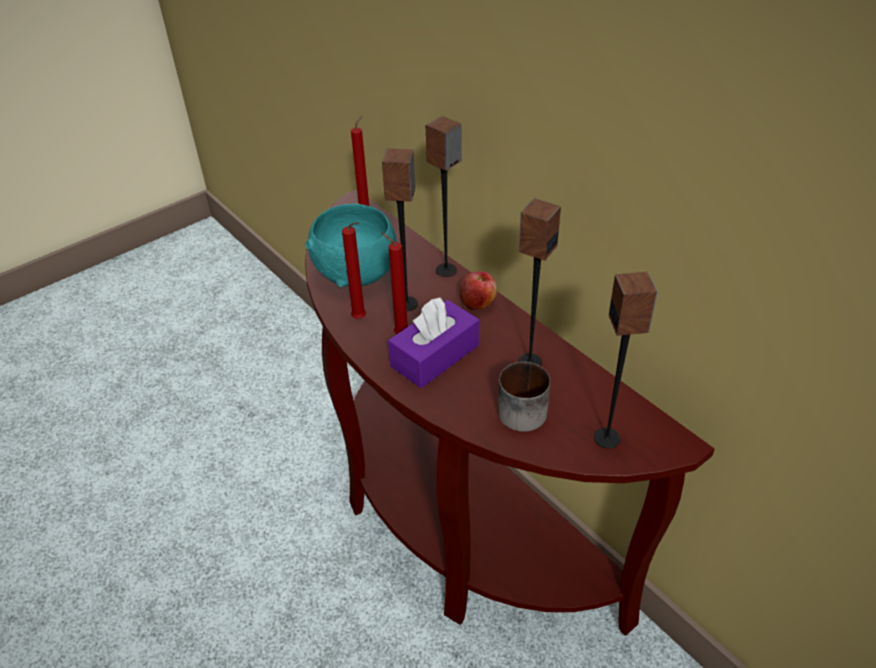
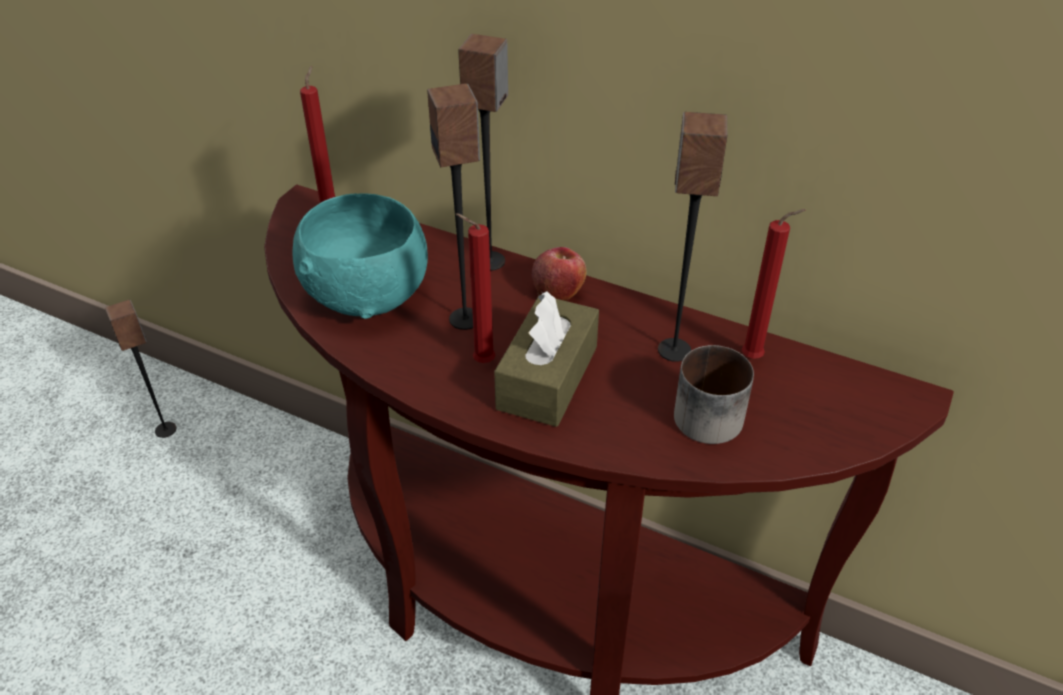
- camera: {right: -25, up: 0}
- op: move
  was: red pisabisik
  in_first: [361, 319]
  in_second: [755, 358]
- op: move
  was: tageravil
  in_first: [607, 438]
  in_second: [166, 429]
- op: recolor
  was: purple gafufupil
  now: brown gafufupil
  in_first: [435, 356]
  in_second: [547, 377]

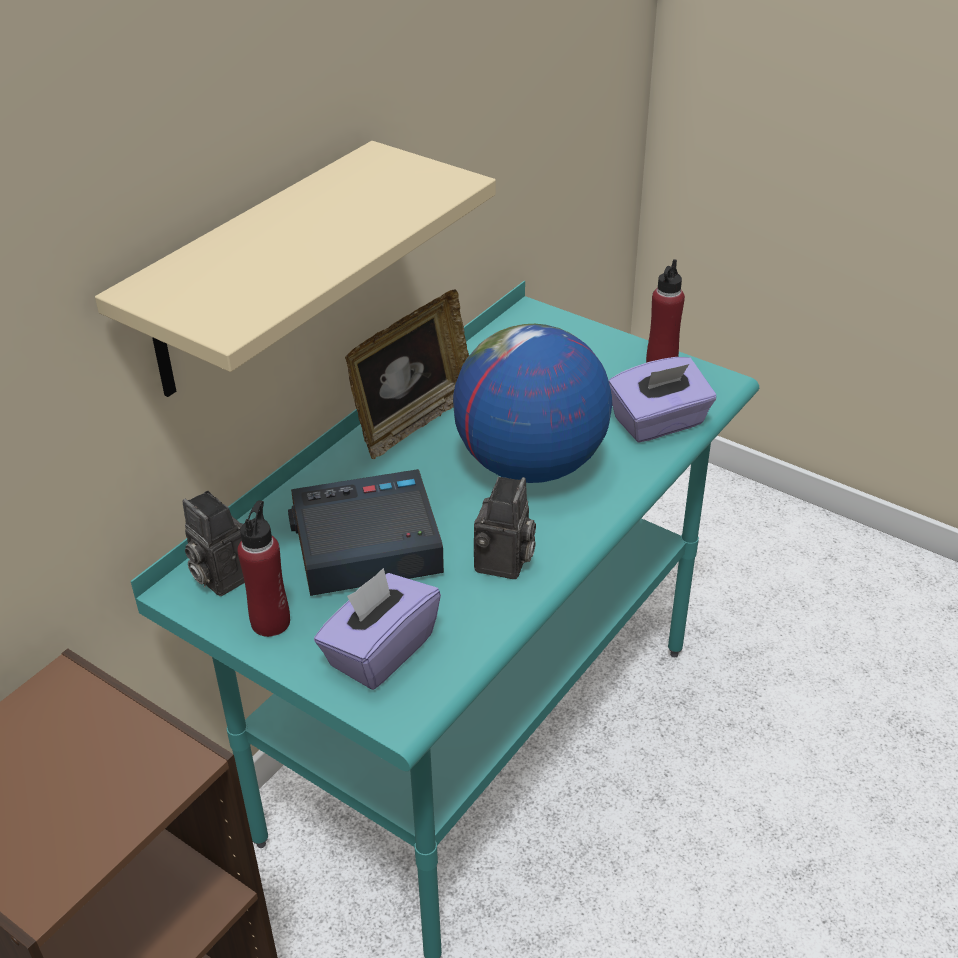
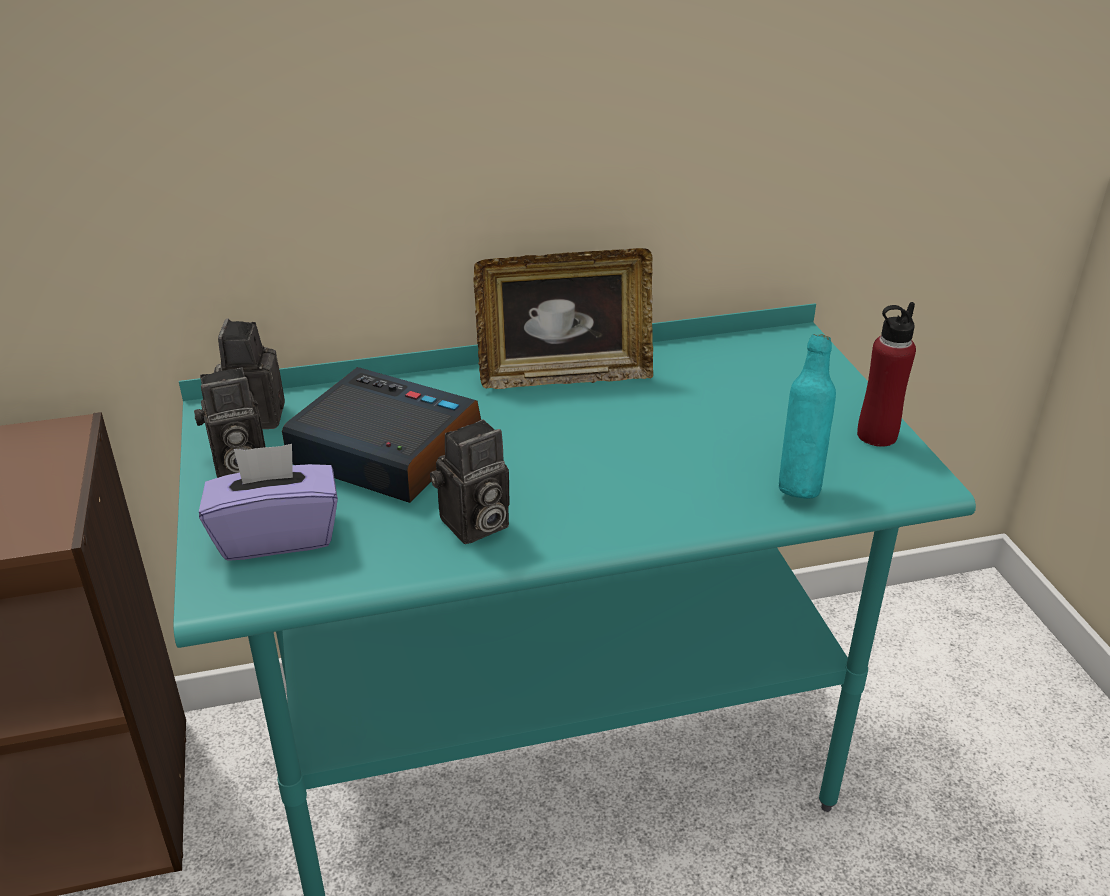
- camera: {right: 40, up: -5}
- op: delete
  was: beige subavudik
  in_first: [255, 272]
- op: delete
  was: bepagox
  in_first: [530, 465]
- op: replace
  was: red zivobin
  now: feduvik
  in_first: [270, 622]
  in_second: [237, 467]
- op: replace
  was: purple gafufupil
  now: turquoise zivobin
  in_first: [659, 423]
  in_second: [799, 485]

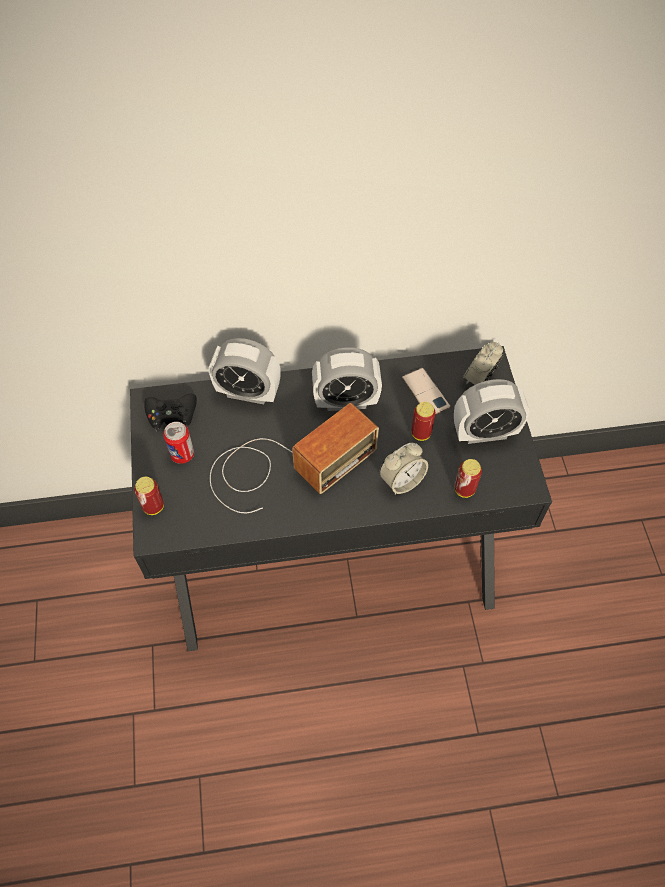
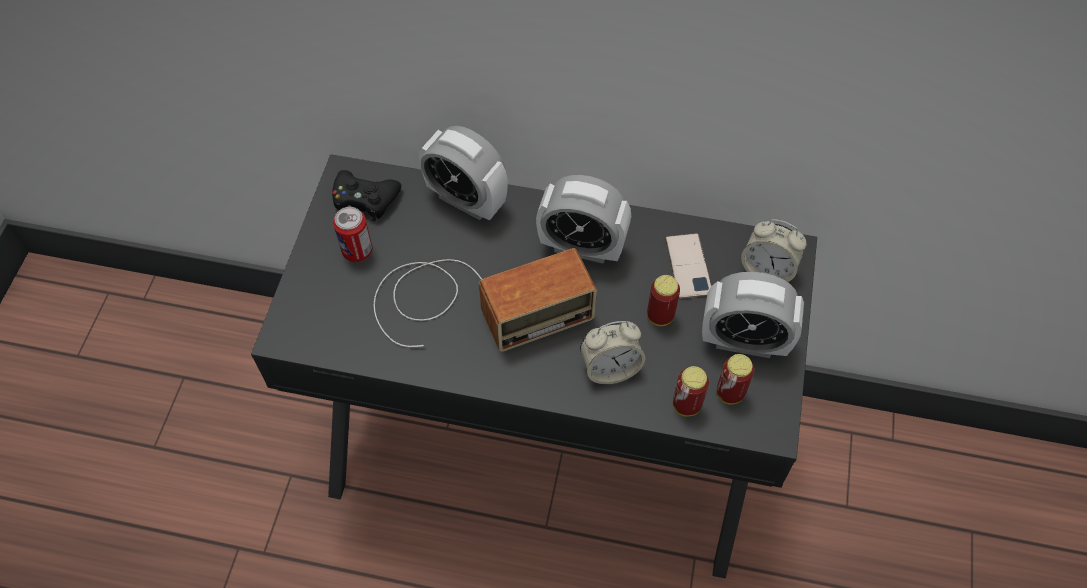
- camera: {right: 20, up: 0}
- op: move
  was: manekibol
  in_first: [153, 506]
  in_second: [730, 393]
- op: rotate
  was: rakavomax
  in_first: [480, 378]
  in_second: [767, 269]
  clockwise: -120

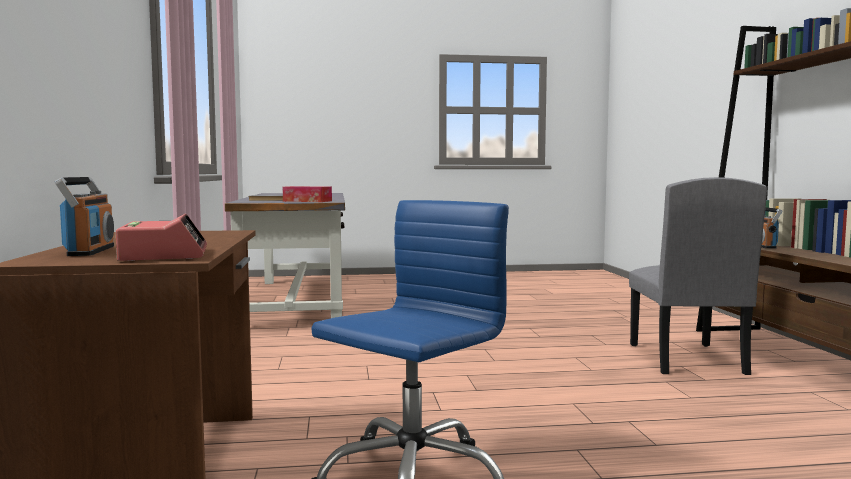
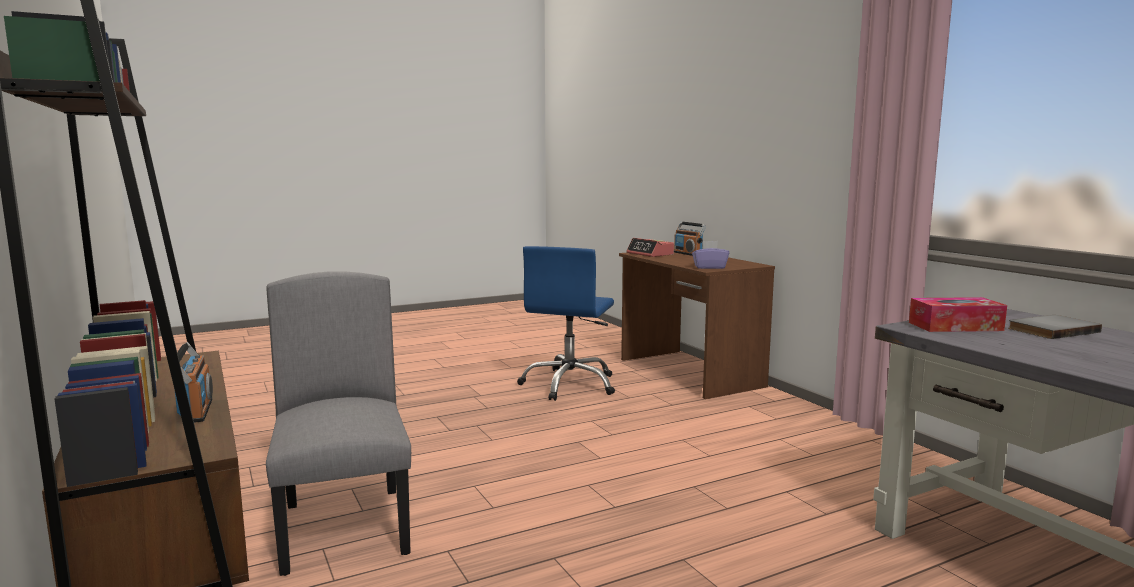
- camera: {right: 160, up: 5}
- op: insert
  now: purple gafufupil
  in_second: [709, 267]

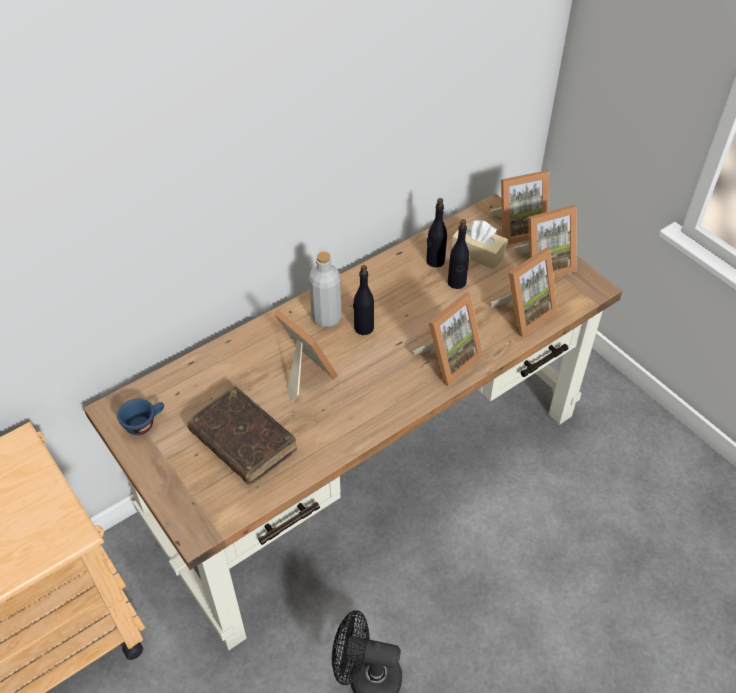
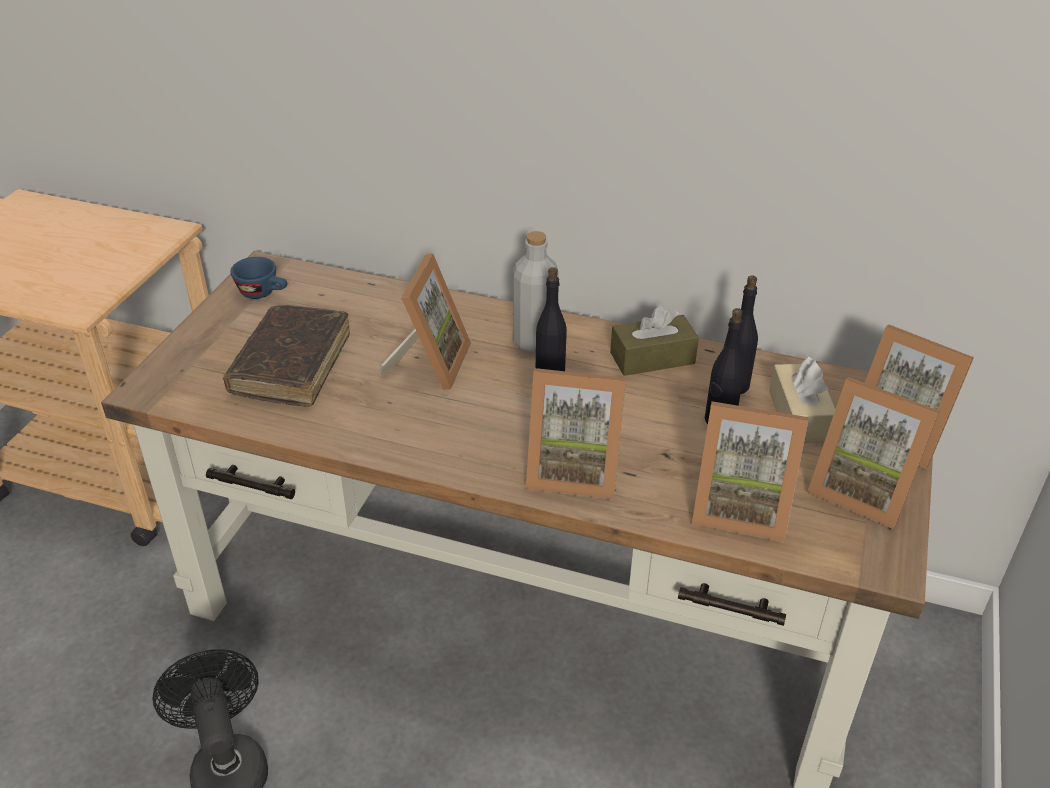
- camera: {right: 55, up: -10}
- op: insert
  now: brown gafufupil
  in_second: [652, 358]

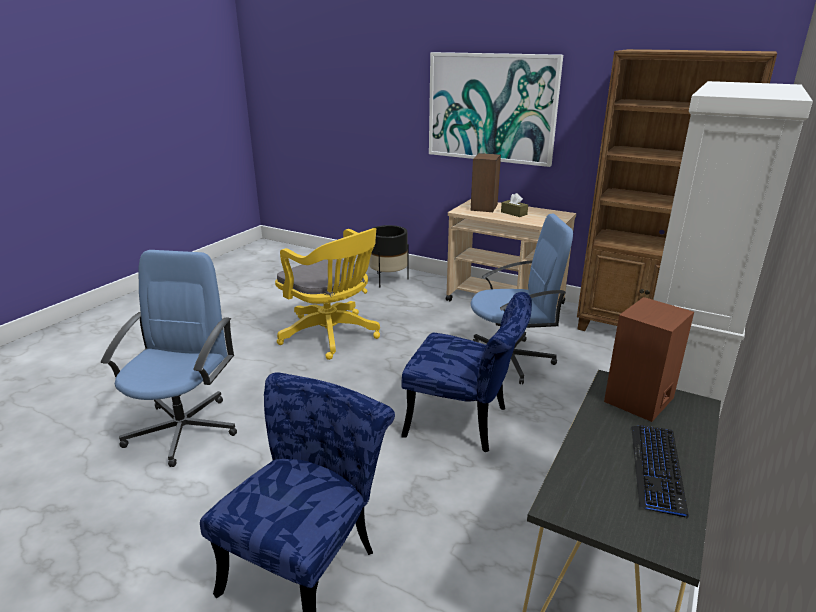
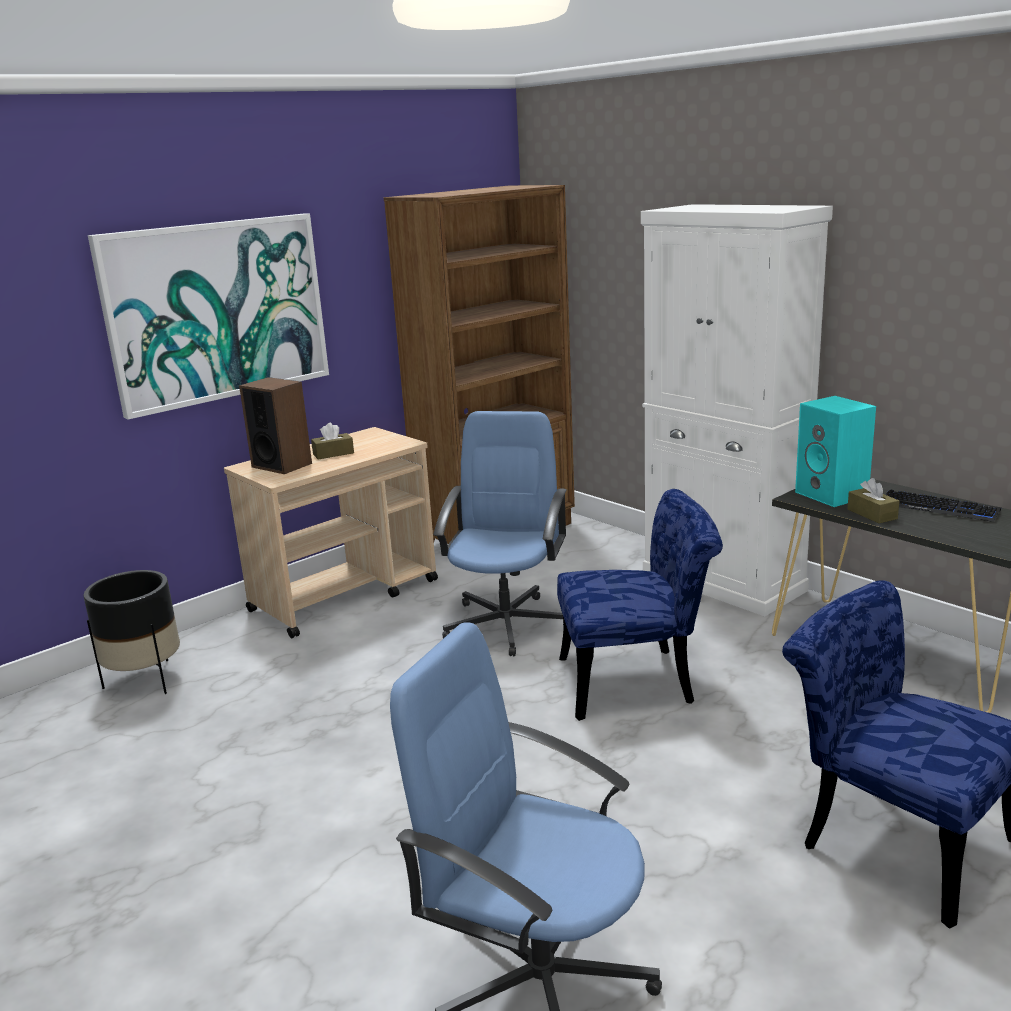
- camera: {right: -70, up: -5}
- op: delete
  was: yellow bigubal
  in_first: [332, 336]
- op: insert
  now: brown gafufupil
  in_second: [872, 514]
- op: recolor
  was: brown tageravil
  now: turquoise tageravil
  in_first: [639, 401]
  in_second: [833, 495]
- op: rotate
  was: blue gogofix
  in_first: [465, 423]
  in_second: [638, 681]
  clockwise: 45

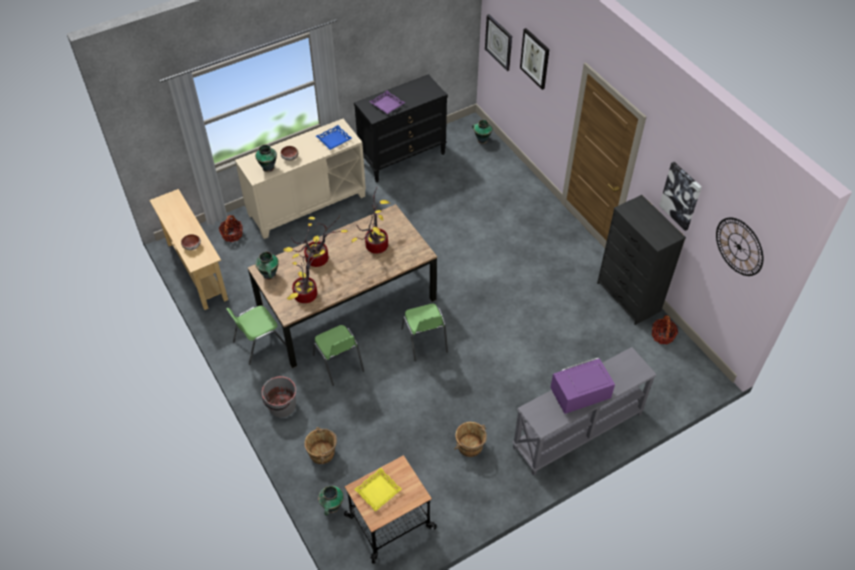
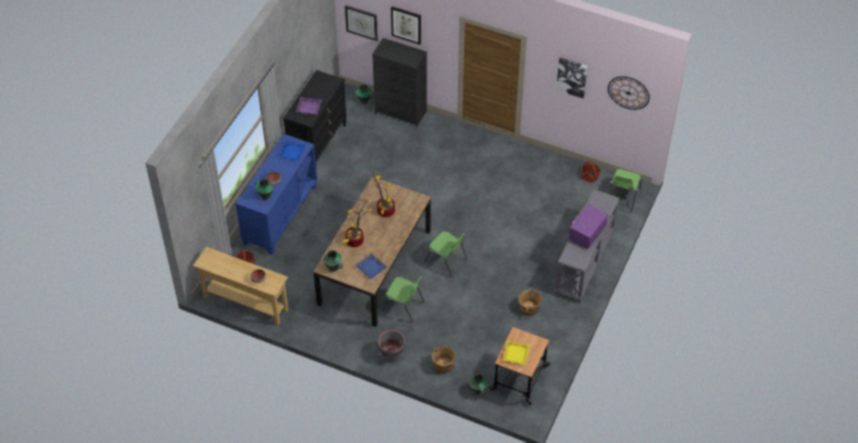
- camera: {right: -35, up: 0}
- op: move
  was: green gogofix
  in_first: [258, 343]
  in_second: [622, 198]
- op: move
  was: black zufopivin
  in_first: [629, 297]
  in_second: [401, 112]
- op: replace
  was: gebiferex
  now: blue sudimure
  in_first: [306, 296]
  in_second: [371, 267]
- op: recolor
  was: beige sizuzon
  now: blue sizuzon
  in_first: [307, 205]
  in_second: [280, 214]

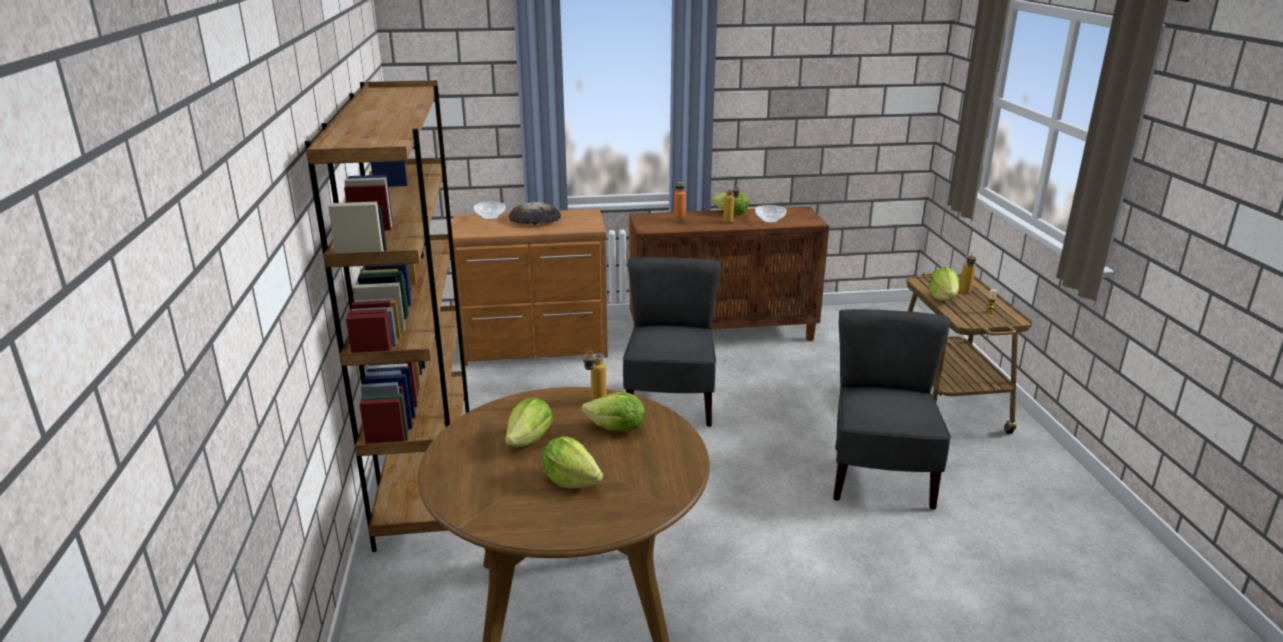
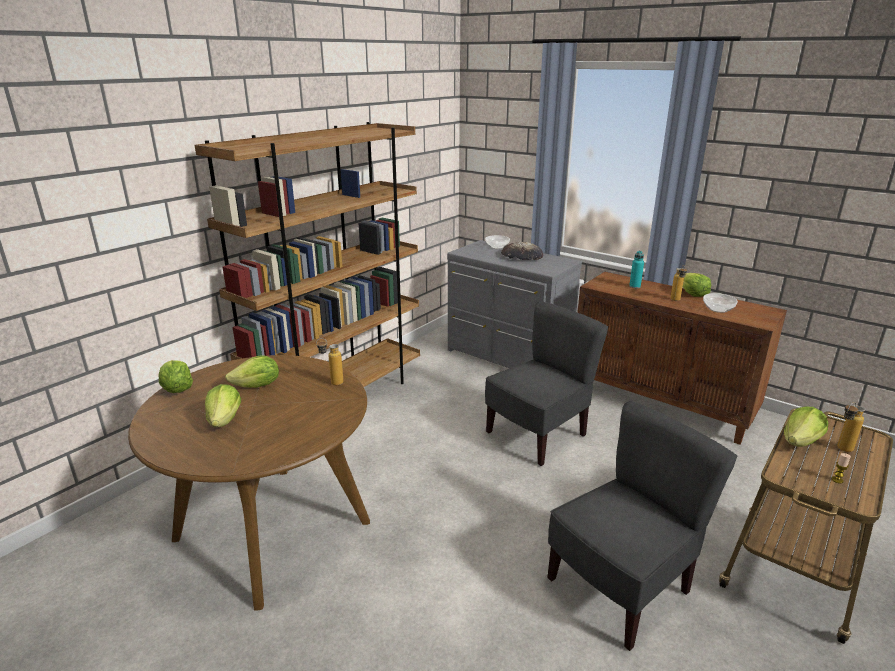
- camera: {right: 45, up: 0}
- op: move
  was: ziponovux
  in_first: [617, 429]
  in_second: [177, 389]
- op: recolor
  was: brown zufopivin
  now: grey zufopivin
  in_first: [536, 347]
  in_second: [507, 357]
- op: recolor
  was: orange zivobin
  now: turquoise zivobin
  in_first: [679, 220]
  in_second: [634, 286]

